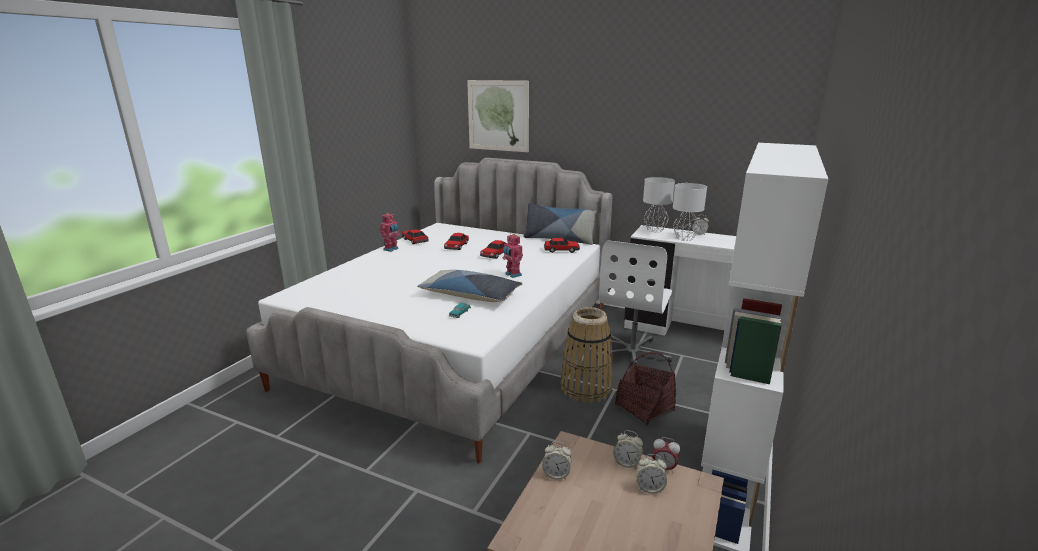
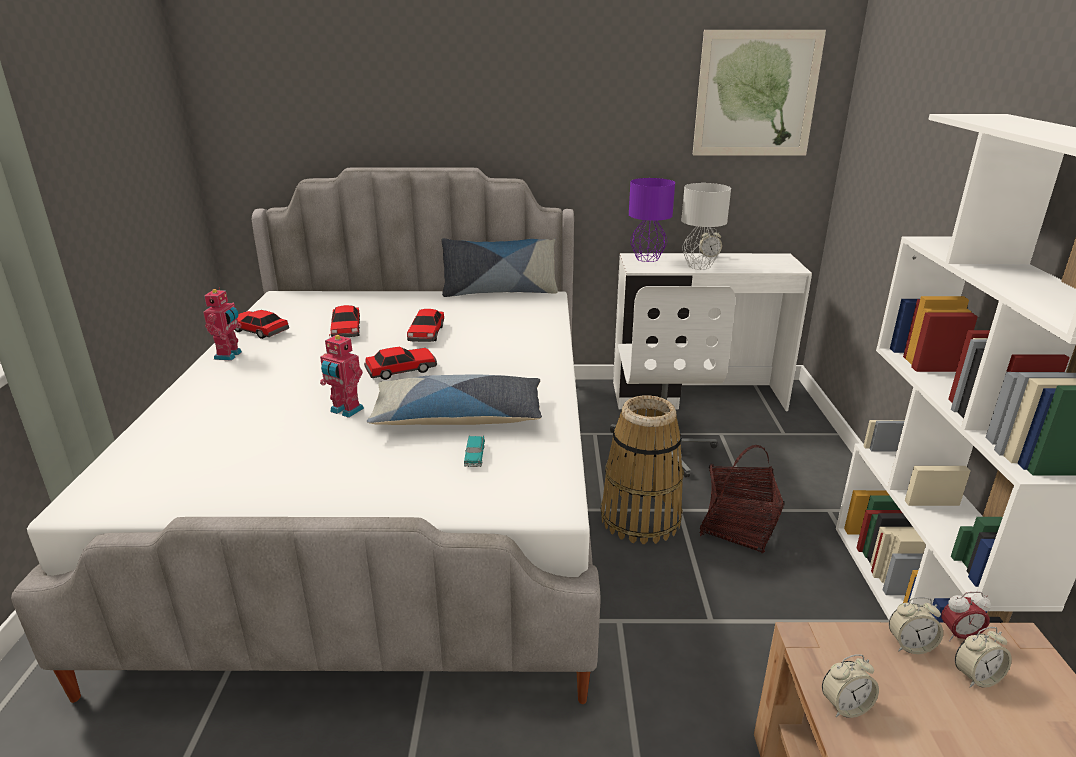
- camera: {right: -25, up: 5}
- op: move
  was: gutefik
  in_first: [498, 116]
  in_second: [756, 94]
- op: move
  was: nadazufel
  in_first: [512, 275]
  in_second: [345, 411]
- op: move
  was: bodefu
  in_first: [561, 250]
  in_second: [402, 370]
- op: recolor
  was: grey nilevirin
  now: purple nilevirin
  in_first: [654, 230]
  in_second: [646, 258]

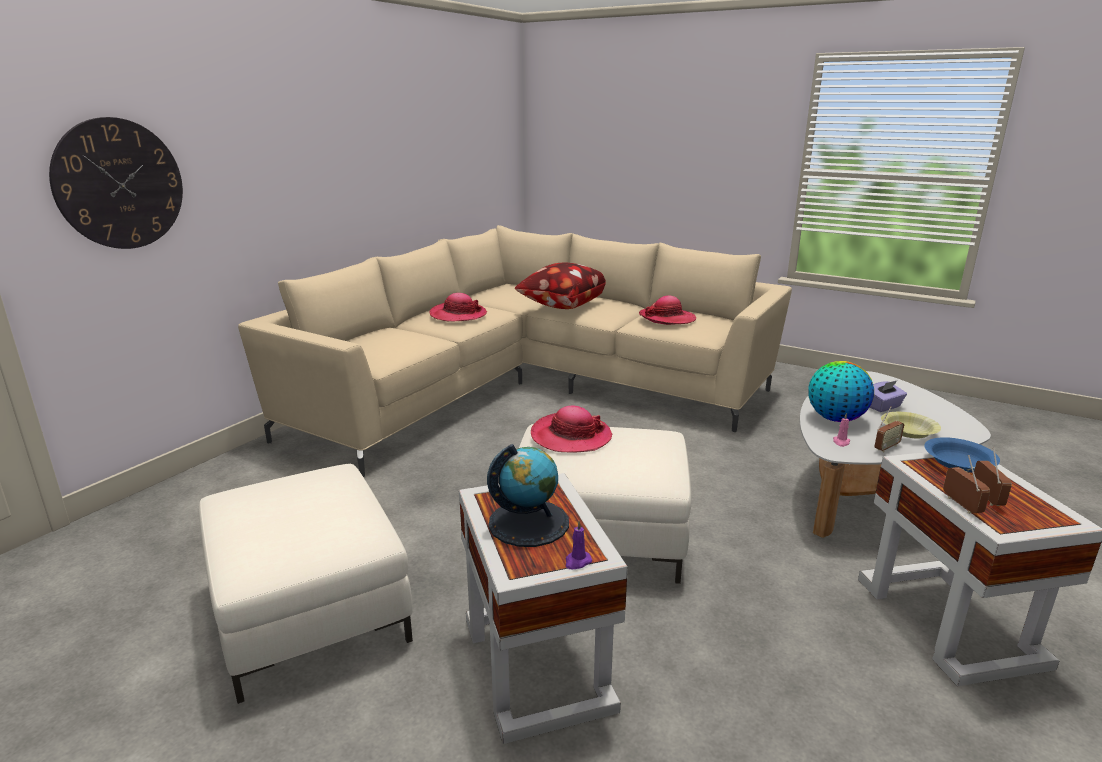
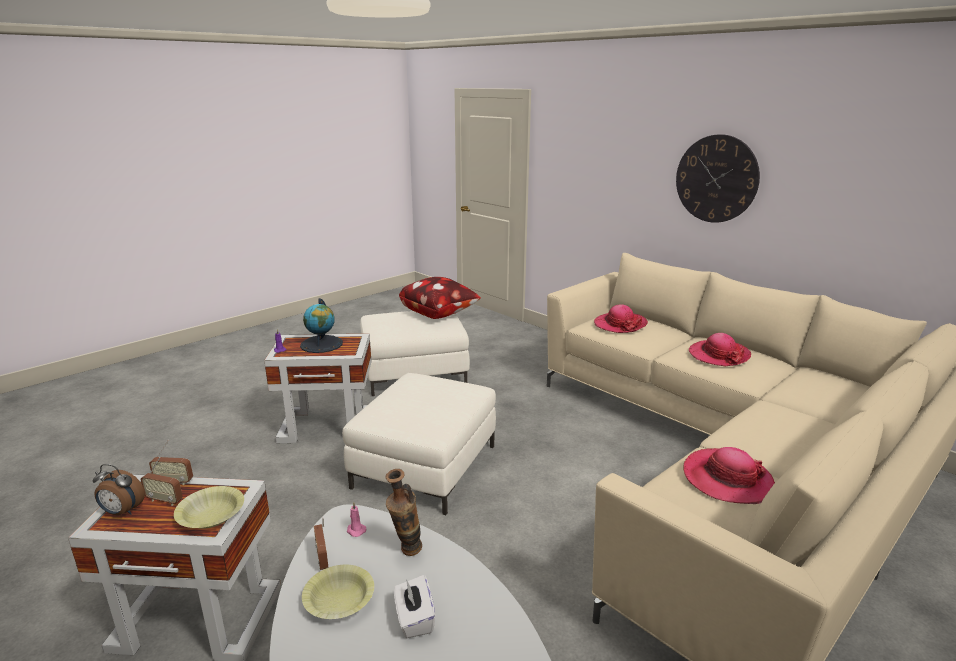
- camera: {right: 105, up: 0}
- op: insert
  now: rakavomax
  in_second: [122, 512]
- op: move
  was: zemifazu
  in_first: [119, 184]
  in_second: [716, 179]
- op: move
  was: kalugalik
  in_first: [561, 306]
  in_second: [439, 313]
- op: move
  was: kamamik
  in_first: [571, 436]
  in_second: [620, 324]
- op: replace
  was: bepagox
  now: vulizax
  in_first: [835, 419]
  in_second: [406, 553]
- op: recolor
  was: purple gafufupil
  now: white gafufupil
  in_first: [883, 406]
  in_second: [414, 619]
- op: recolor
  was: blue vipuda
  now: yellow vipuda
  in_first: [958, 463]
  in_second: [211, 516]

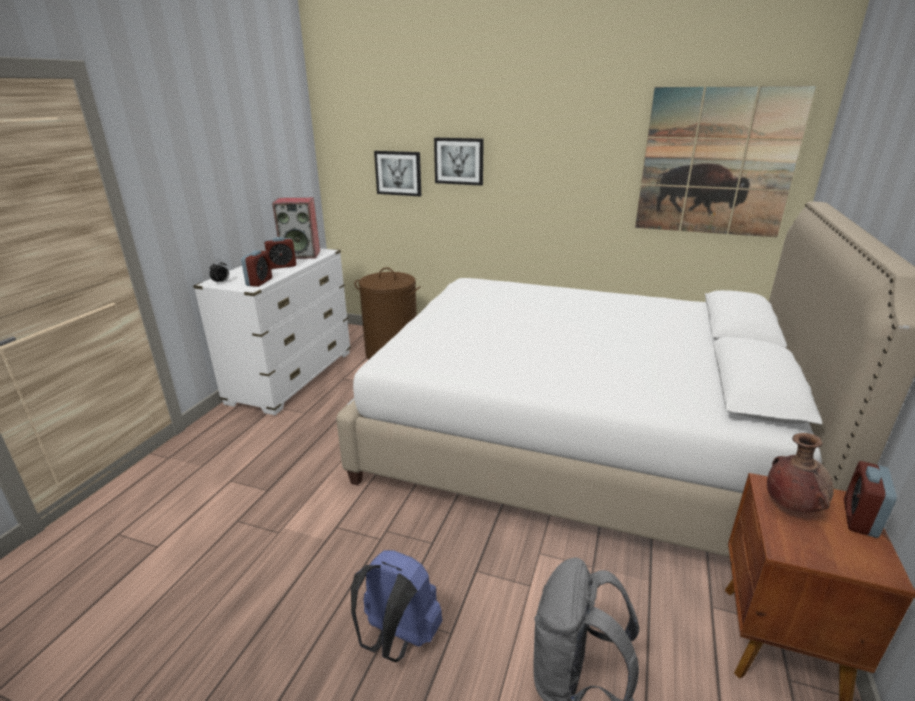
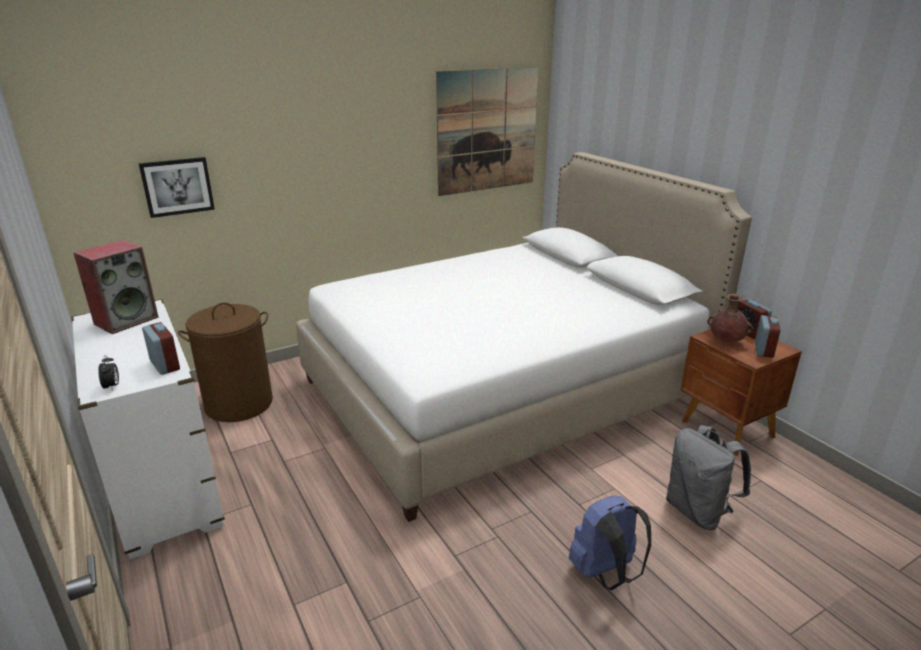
- camera: {right: -50, up: 0}
- op: delete
  was: gutefik
  in_first: [459, 161]
- op: move
  was: rakavomax
  in_first: [282, 266]
  in_second: [763, 350]

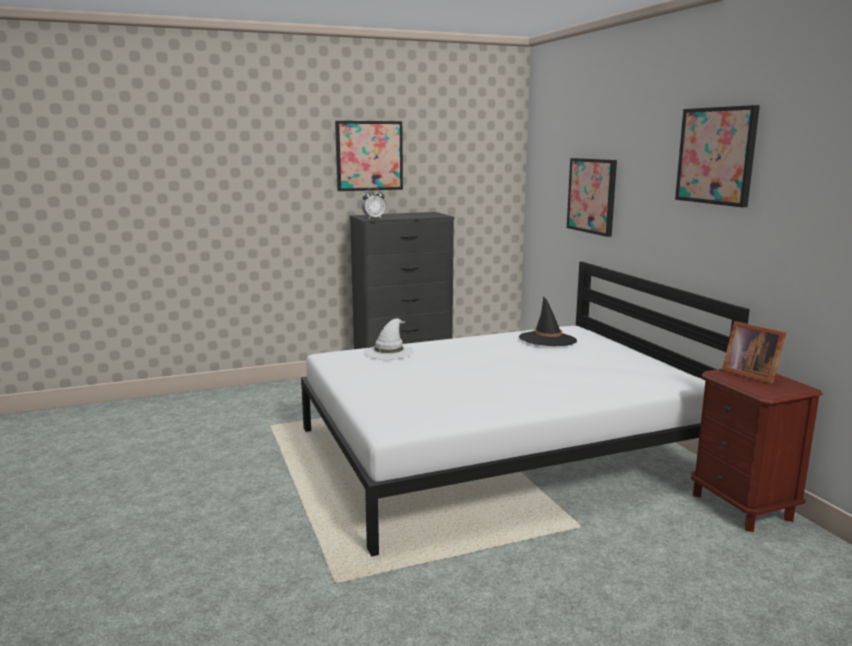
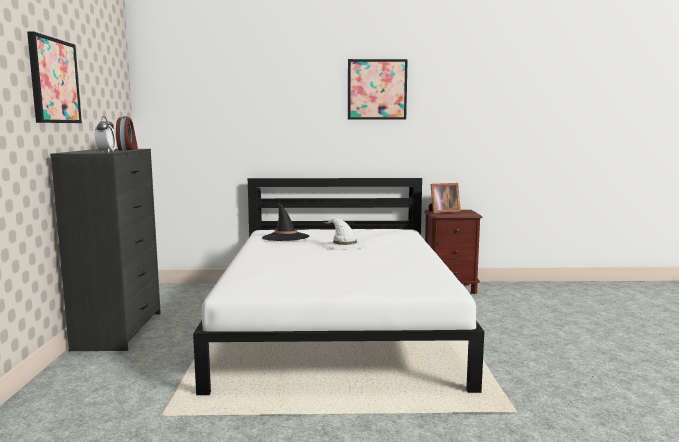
- camera: {right: -70, up: -5}
- op: delete
  was: gutefik
  in_first: [592, 196]
- op: insert
  now: rakavomax
  in_second: [128, 149]
- op: move
  was: white kamamik
  in_first: [389, 352]
  in_second: [344, 245]

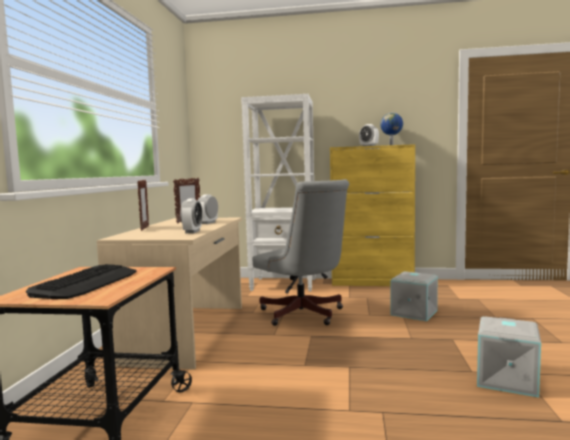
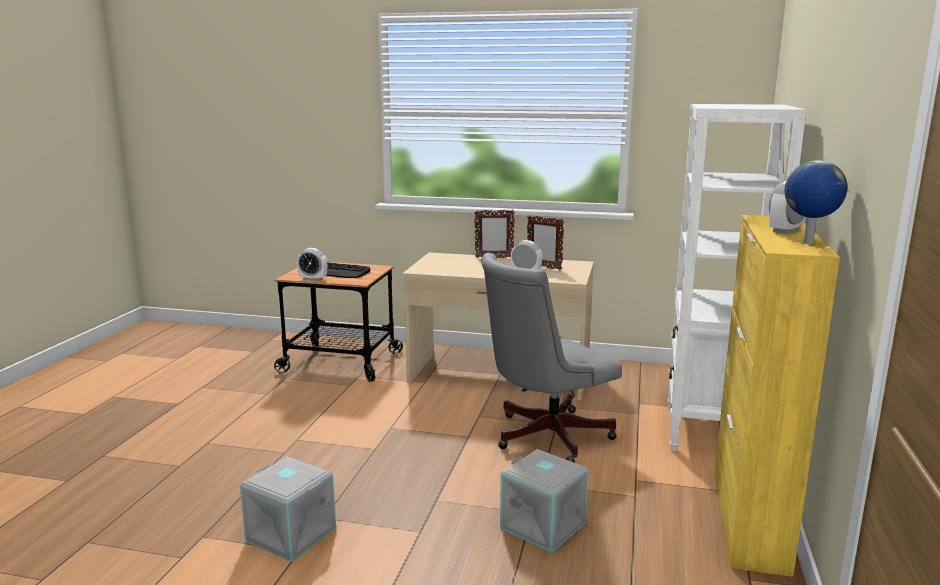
- camera: {right: 95, up: 10}
- op: move
  was: rakavomax
  in_first: [192, 232]
  in_second: [313, 279]

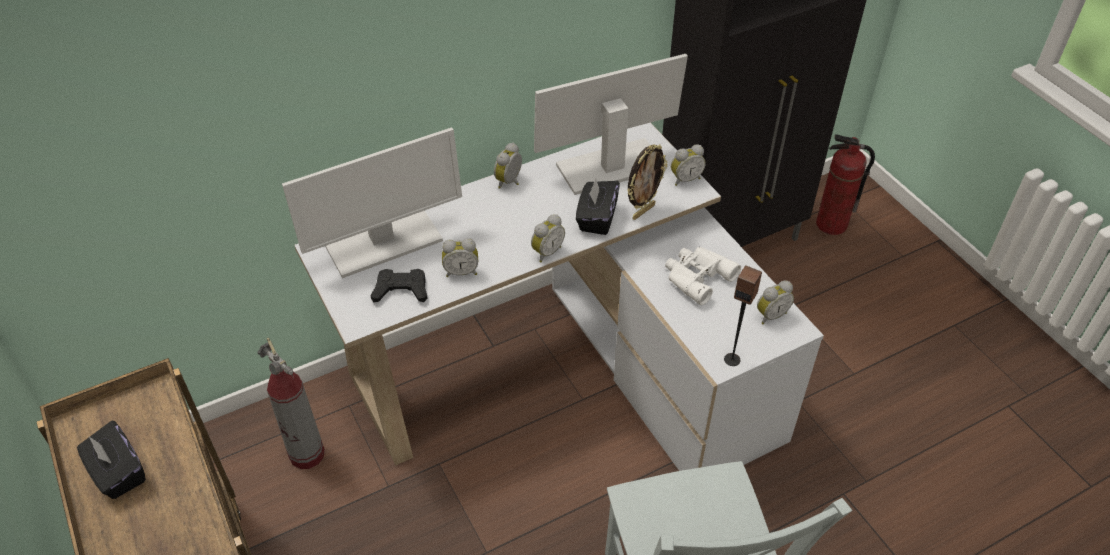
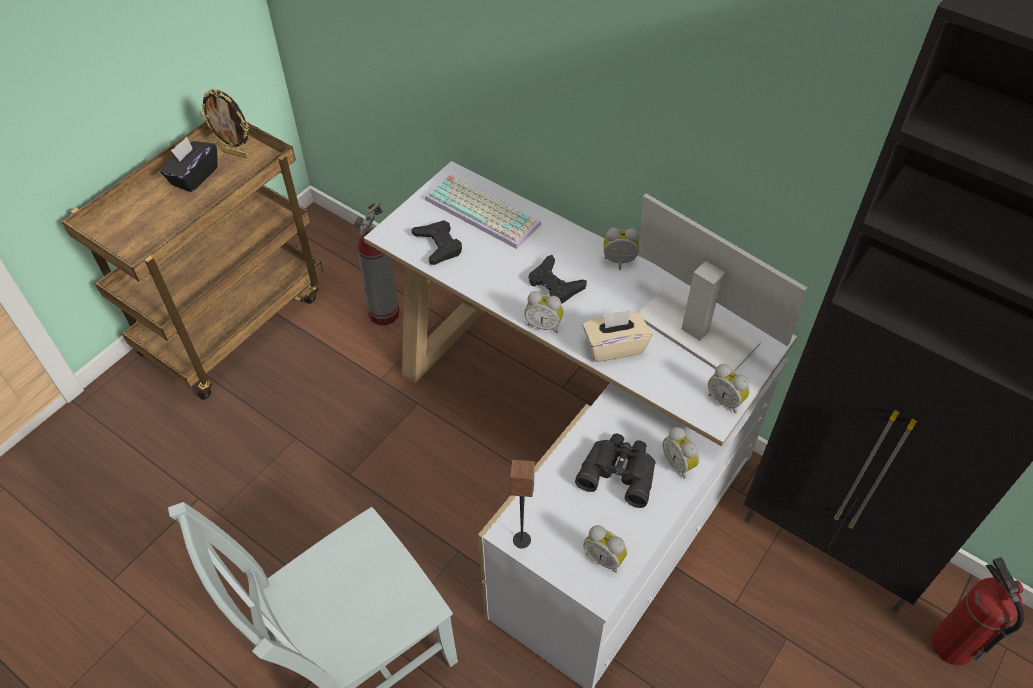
- camera: {right: 65, up: 5}
- op: insert
  now: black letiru
  in_second: [555, 284]
- op: move
  was: rakavomax
  in_first: [461, 271]
  in_second: [679, 463]
- op: move
  was: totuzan
  in_first: [643, 211]
  in_second: [236, 153]
- op: replace
  was: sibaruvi
  now: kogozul
  in_first: [383, 243]
  in_second: [484, 211]
- op: recolor
  was: black gafufupil
  now: beige gafufupil
  in_first: [596, 218]
  in_second: [614, 346]
- op: recolor
  was: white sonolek
  now: black sonolek
  in_first: [696, 276]
  in_second: [619, 470]

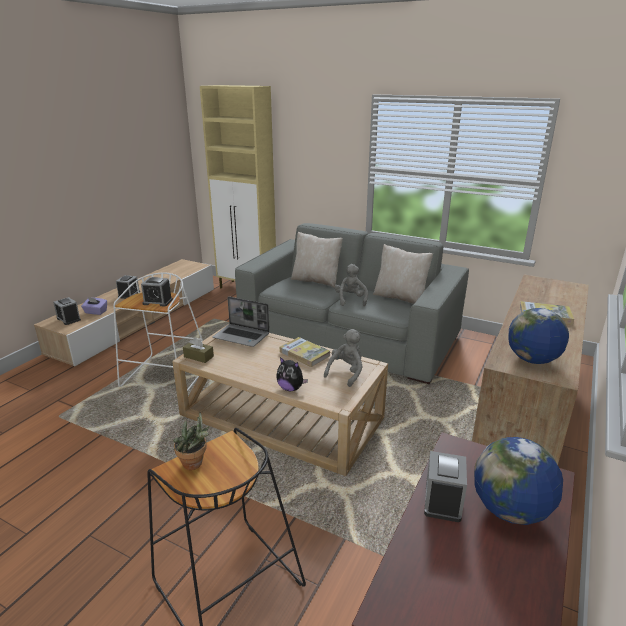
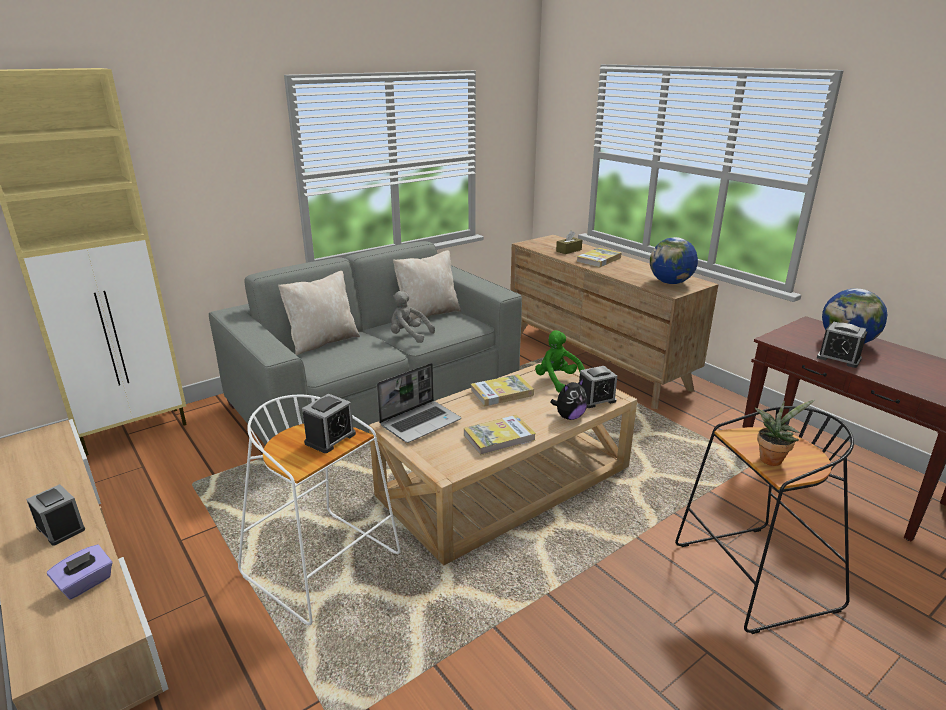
- camera: {right: -65, up: 0}
- op: insert
  now: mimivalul
  in_second: [499, 437]
- op: move
  was: rakavomax
  in_first: [68, 319]
  in_second: [596, 399]
- op: move
  was: brown gafufupil
  in_first: [198, 356]
  in_second: [568, 250]
- op: recolor
  was: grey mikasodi
  now: green mikasodi
  in_first: [346, 373]
  in_second: [558, 381]

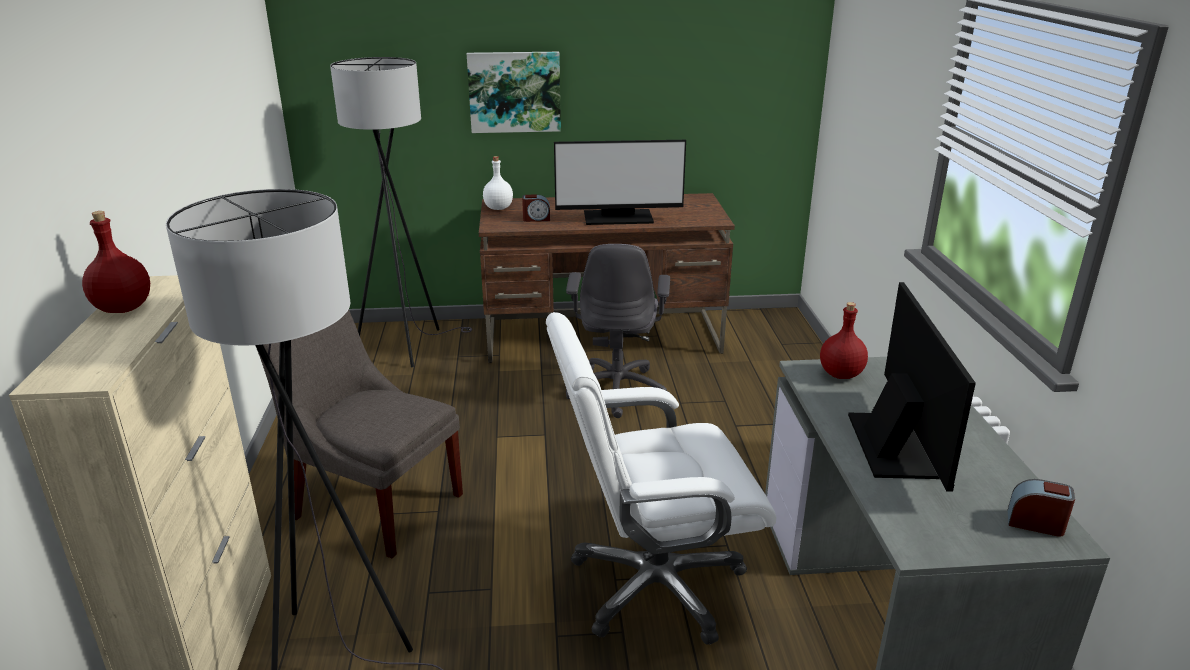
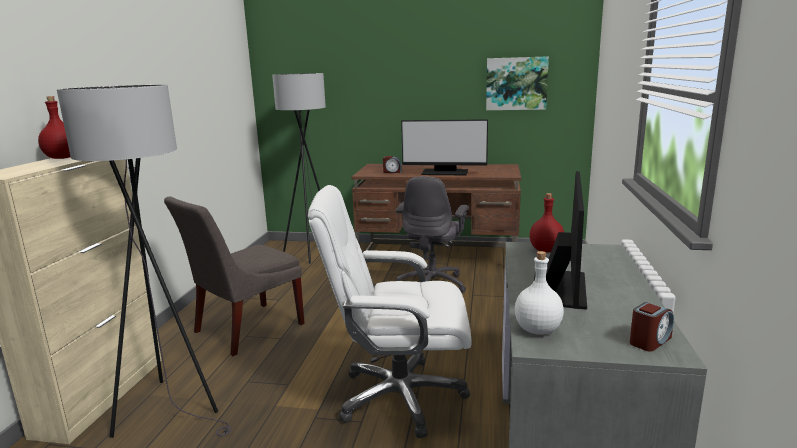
- camera: {right: 15, up: -10}
- op: move
  was: gutefik
  in_first: [514, 92]
  in_second: [516, 83]
- op: move
  was: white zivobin
  in_first: [498, 208]
  in_second: [537, 329]
- op: rotate
  was: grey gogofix
  in_first: [373, 502]
  in_second: [244, 329]
  clockwise: -90
- op: rotate
  was: rakavomax
  in_first: [1035, 523]
  in_second: [650, 341]
  clockwise: 105

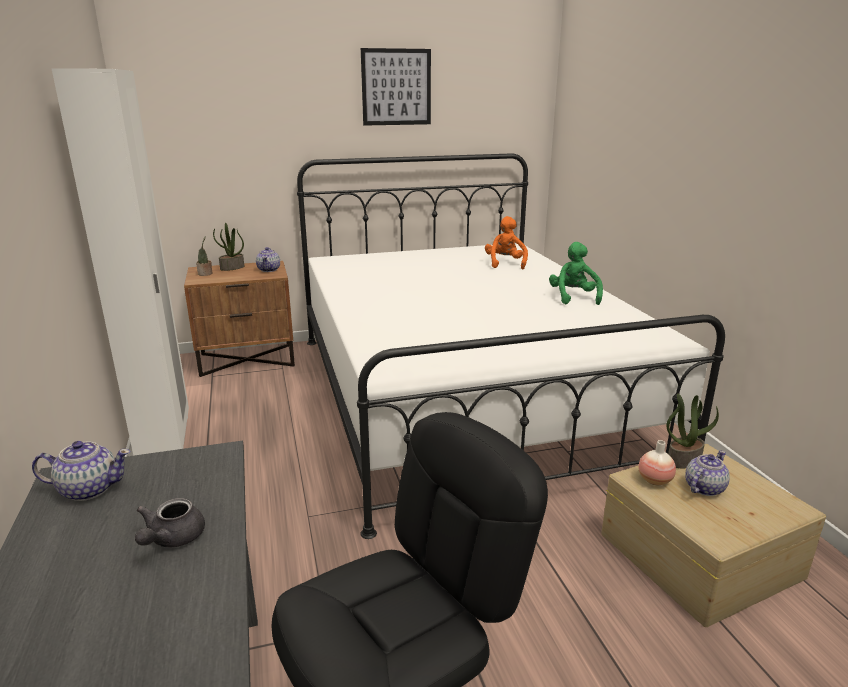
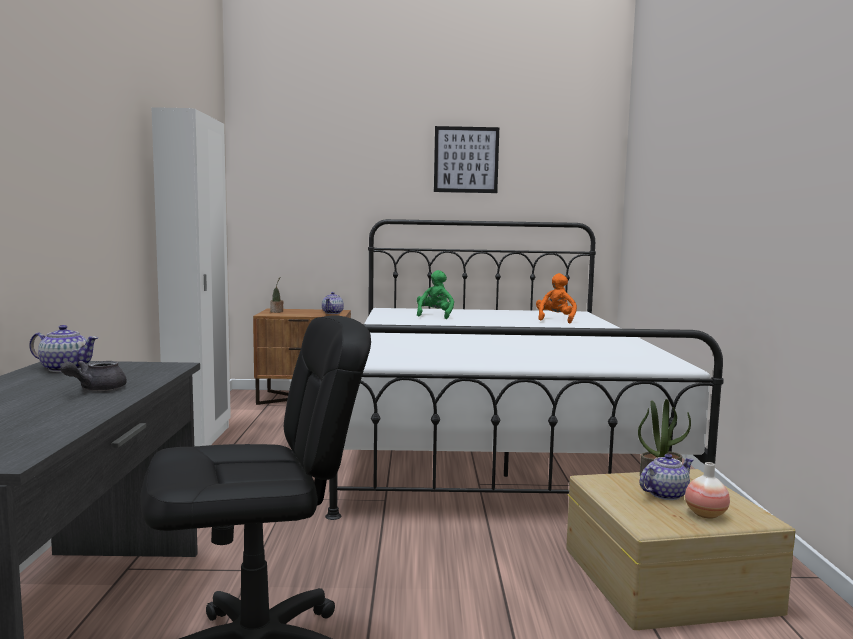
- camera: {right: 15, up: -15}
- op: delete
  was: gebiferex
  in_first: [232, 268]
- op: move
  was: green mikasodi
  in_first: [573, 297]
  in_second: [435, 315]
- op: move
  was: vulizax
  in_first: [654, 480]
  in_second: [705, 514]

